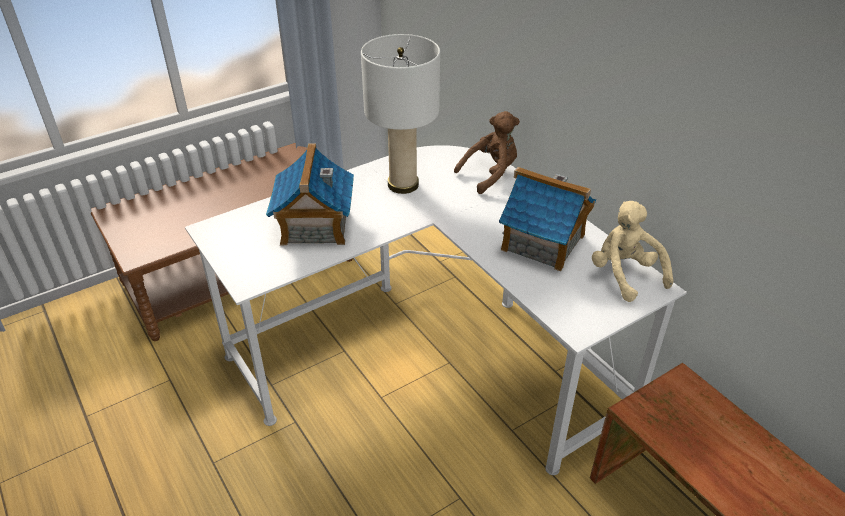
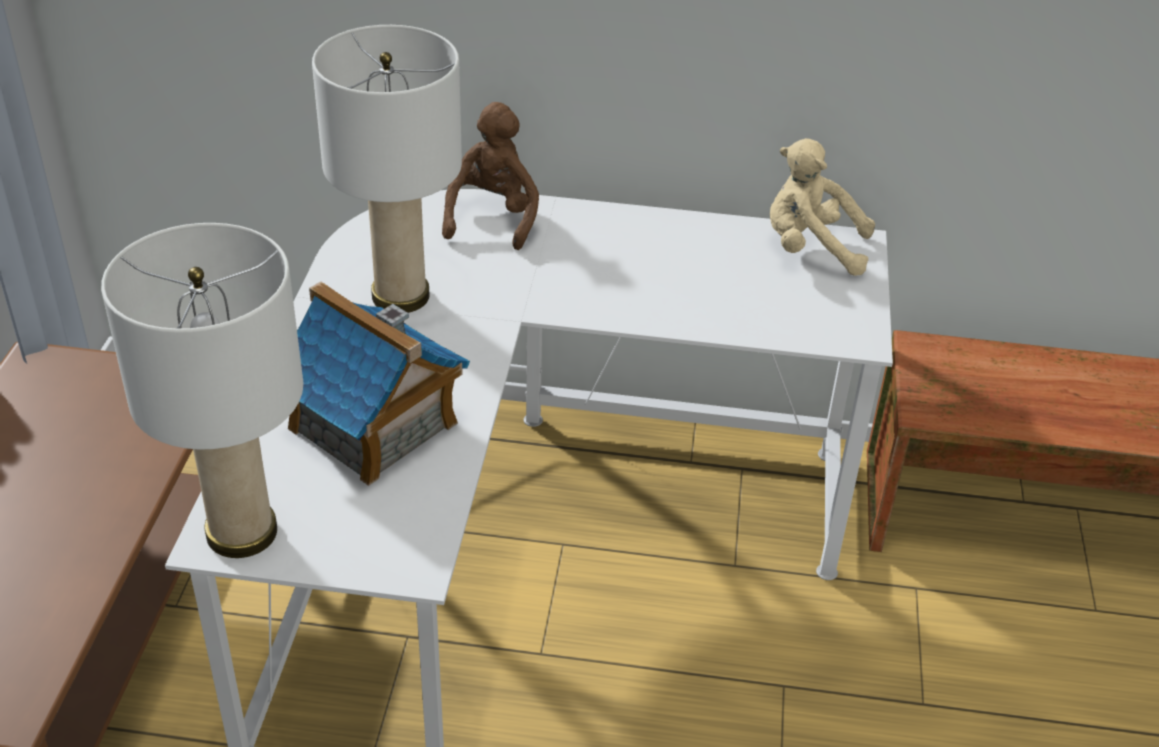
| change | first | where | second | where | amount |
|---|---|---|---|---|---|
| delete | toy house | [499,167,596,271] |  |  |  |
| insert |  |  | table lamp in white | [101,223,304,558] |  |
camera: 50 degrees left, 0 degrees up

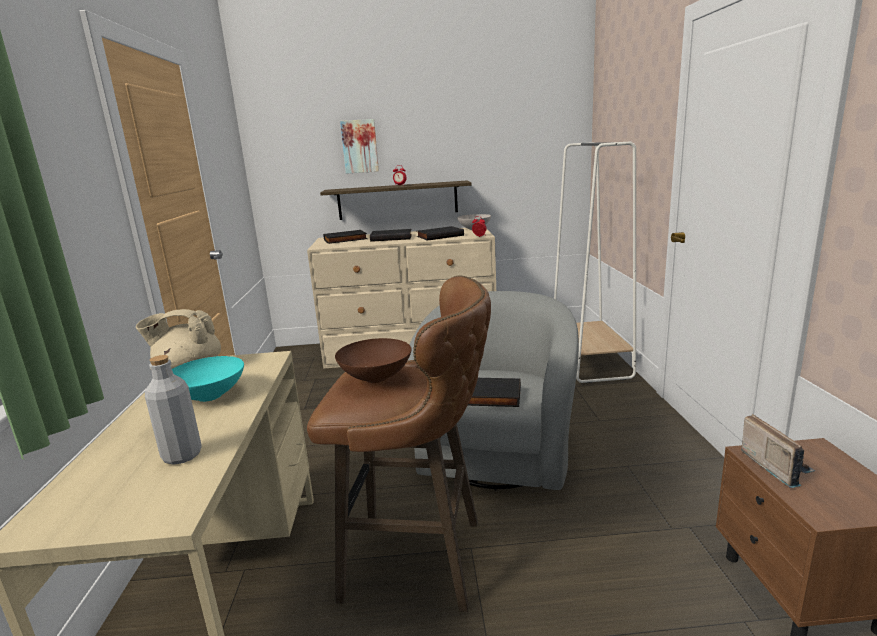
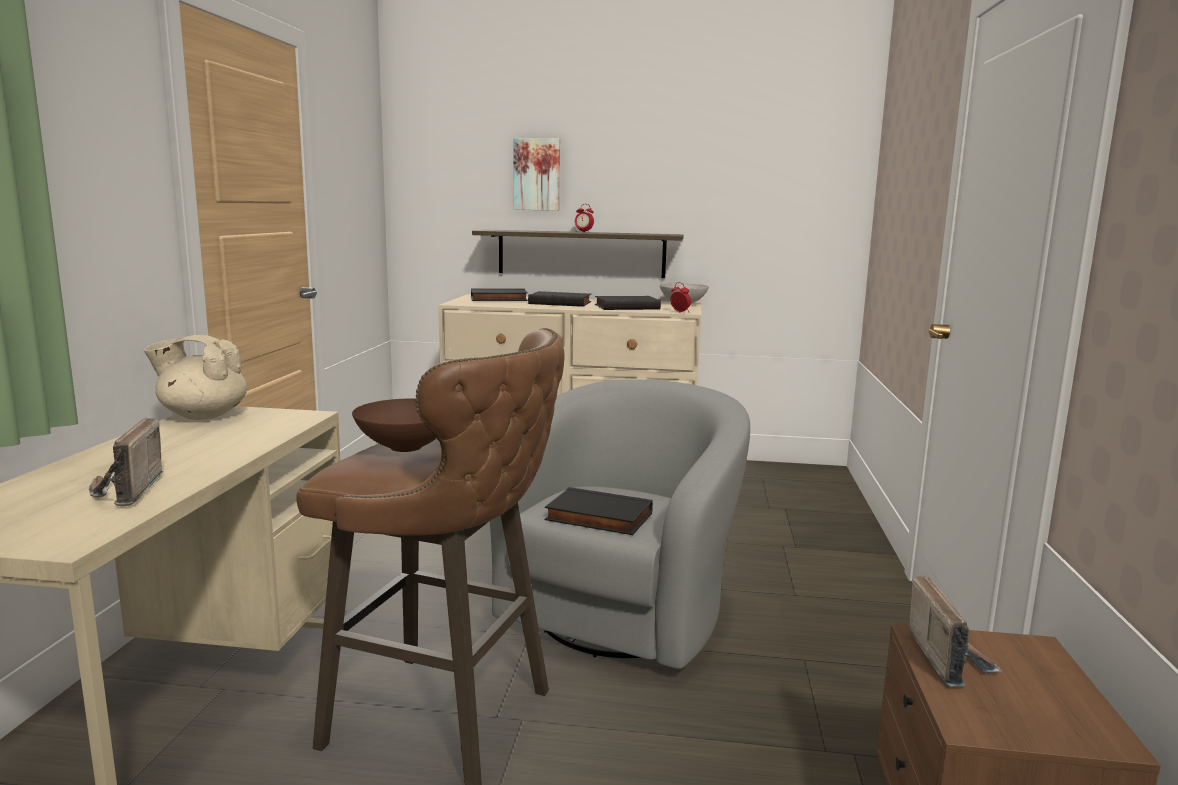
| change | first | where | second | where | amount |
|---|---|---|---|---|---|
| replace | bottle in grey | [145,355,202,465] | radio | [89,417,163,506] |  |
| delete | bowl in turquoise | [172,356,244,402] |  |  |  |
| delete | clothes rack | [554,142,636,383] |  |  |  |
camera: 10 degrees right, 5 degrees down

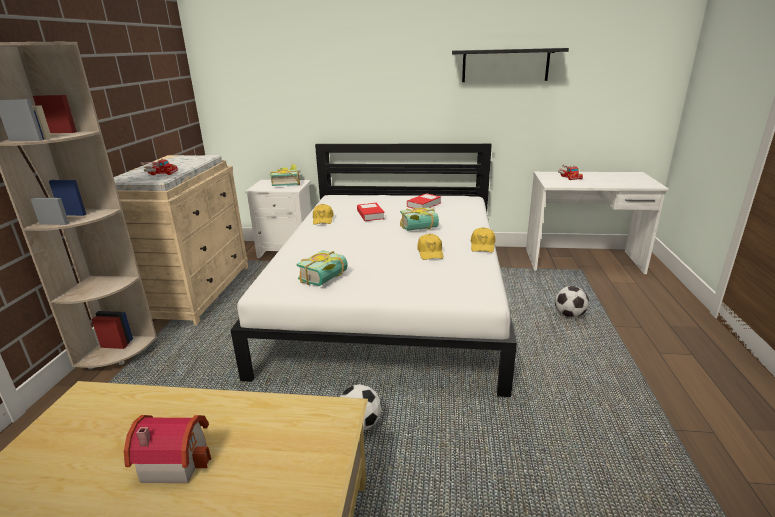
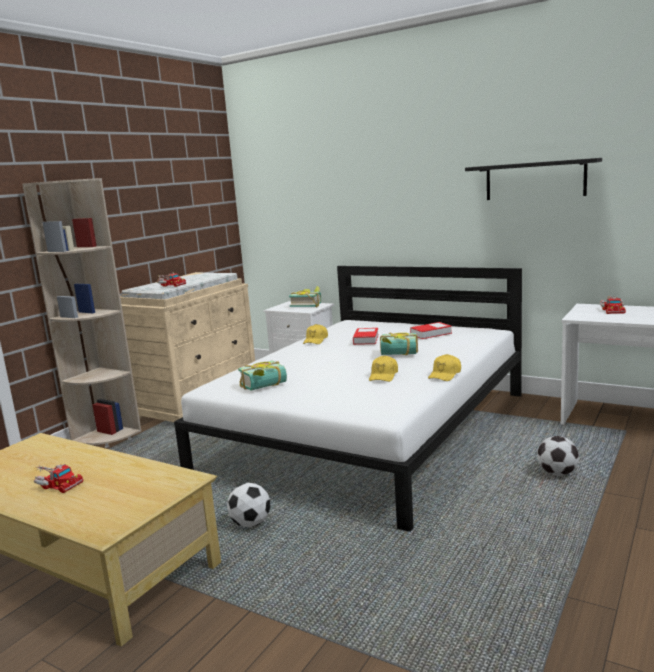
| change | first | where | second | where | amount |
|---|---|---|---|---|---|
| replace | toy house | [124,415,211,483] | toy truck | [34,464,84,493] |  |
camera: 25 degrees right, 10 degrees down

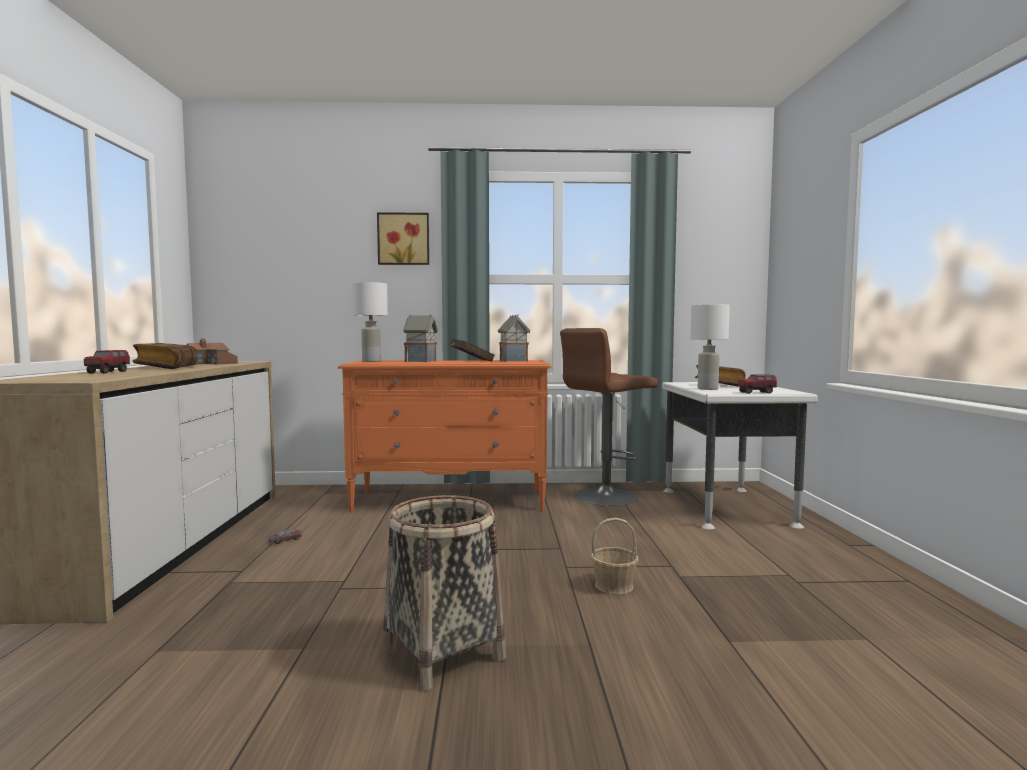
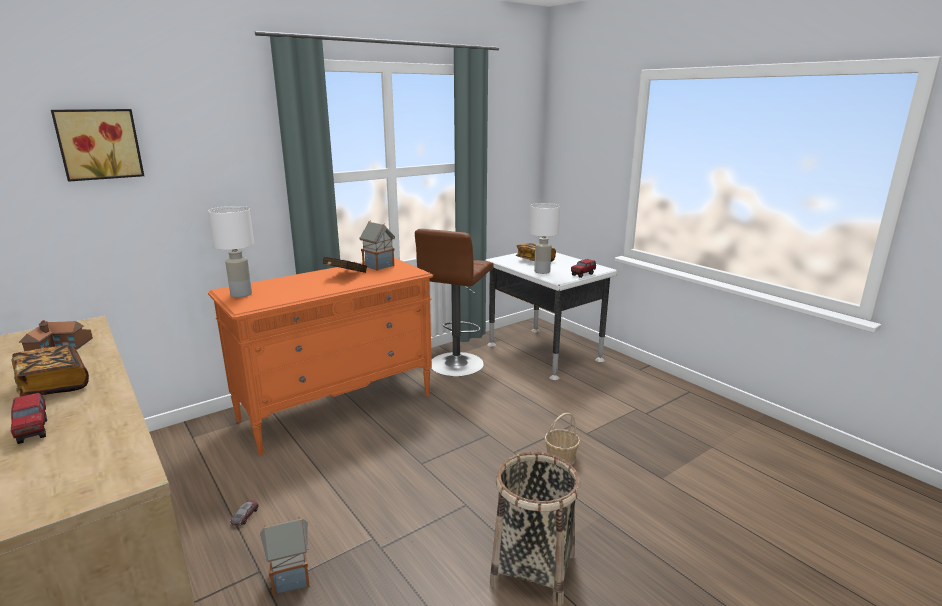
| change | first | where | second | where | amount |
|---|---|---|---|---|---|
| move | picture | [377,212,429,265] |  | [51,109,144,182] |  |
| move | toy house | [403,314,438,362] |  | [260,516,310,596] |  |
camera: 35 degrees left, 15 degrees up

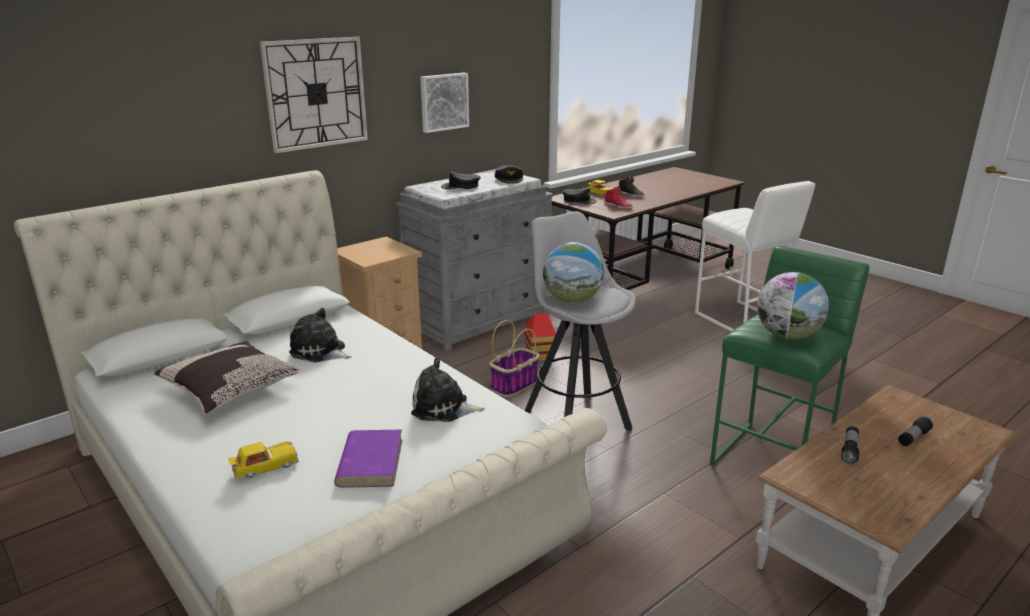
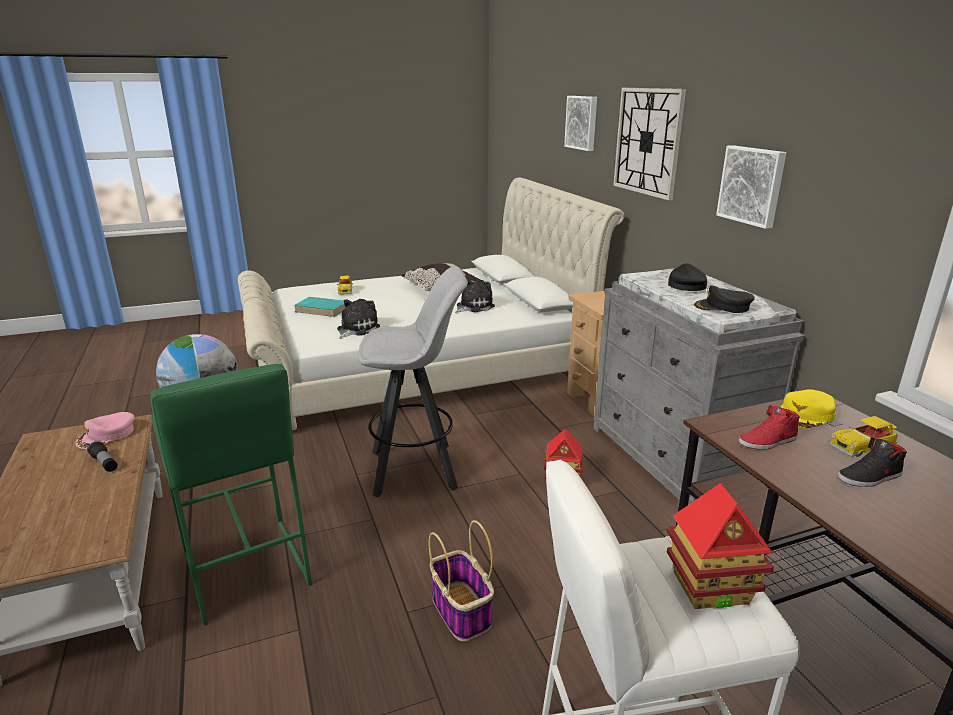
| change | first | where | second | where | amount |
|---|---|---|---|---|---|
| recolor | book in purple | [334,430,403,488] | book in turquoise | [294,297,346,317] |  |
| move | basket | [489,320,539,397] |  | [429,520,494,641] |  |
| delete | globe | [543,242,604,303] |  |  |  |
| recolor | cap in black | [562,188,596,204] | cap in yellow | [780,389,836,429] |  |
| delete | flashlight | [898,416,933,446] |  |  |  |
| insert |  |  | cap in pink | [75,412,135,449] |  |
| insert |  |  | picture | [564,96,597,151] |  |
| insert |  |  | toy house | [667,483,774,609] |  |
camera: 110 degrees right, 0 degrees up

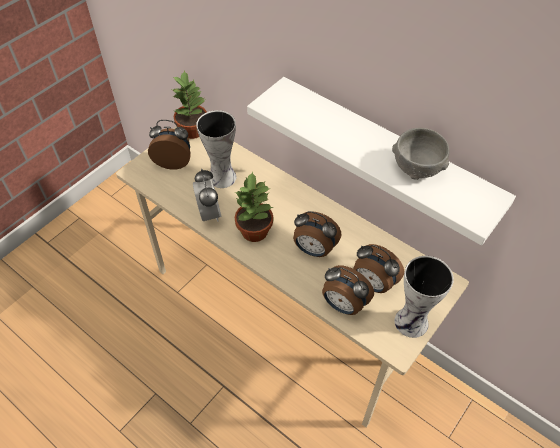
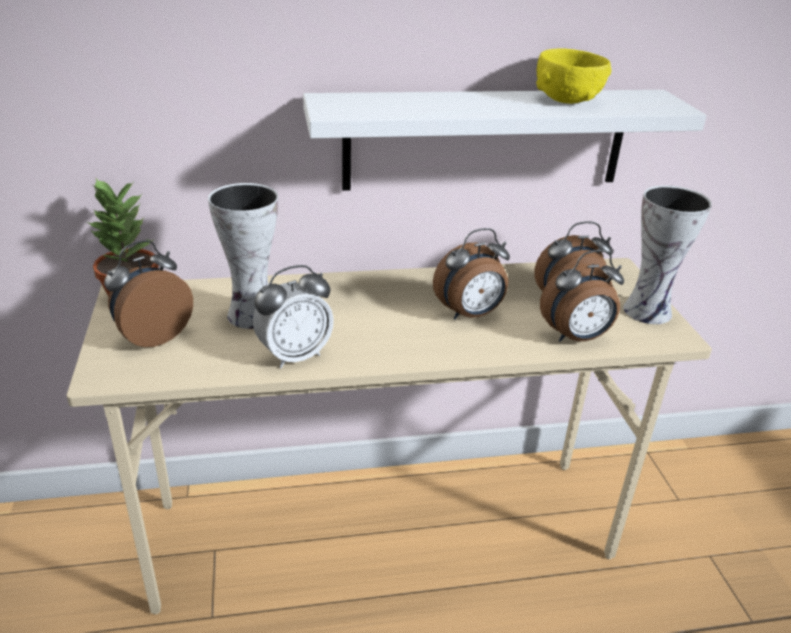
| change | first | where | second | where | amount |
|---|---|---|---|---|---|
| rotate | alarm clock | [193,169,221,222] |  | [253,265,334,368] | 120 degrees clockwise |
| delete | potted plant | [235,172,273,242] |  |  |  |
| recolor | bowl in grey | [392,128,449,180] | bowl in yellow | [536,48,611,104] |  |
camera: 50 degrees left, 20 degrees down

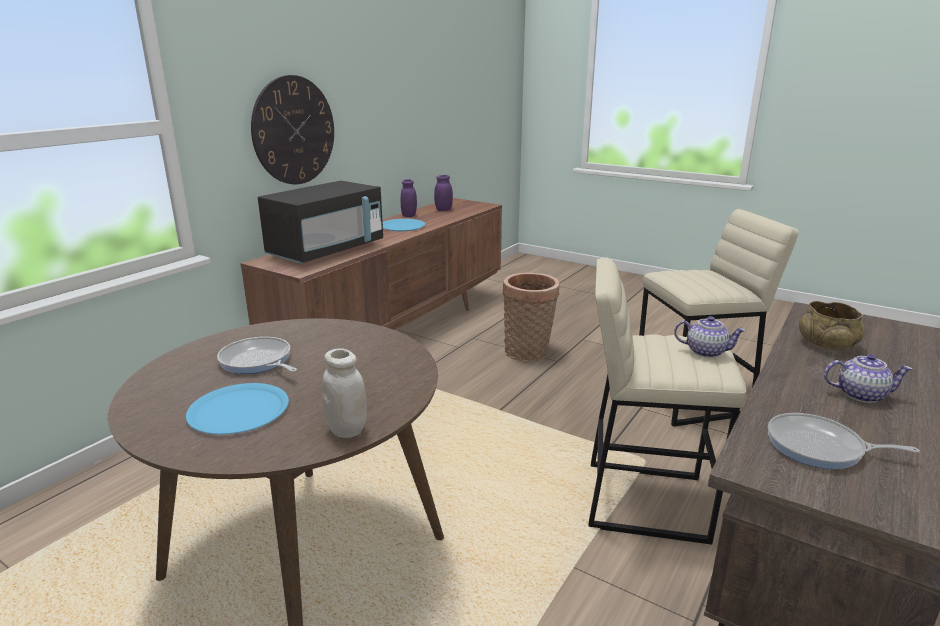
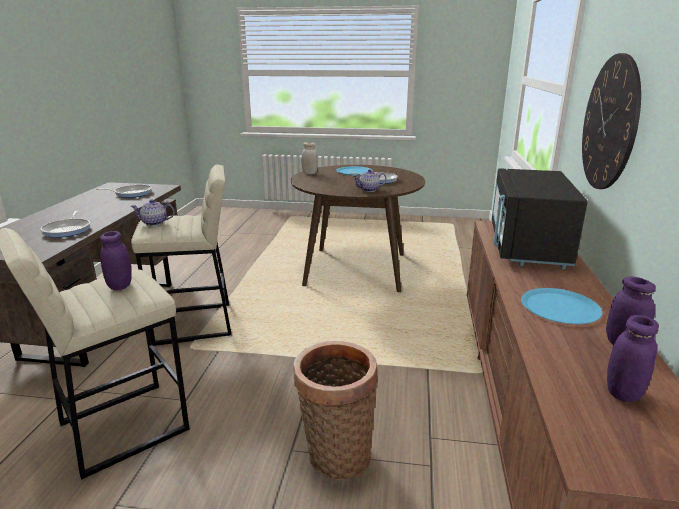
| change | first | where | second | where | amount |
|---|---|---|---|---|---|
| replace | bowl in beige | [799,301,865,350] | frying pan | [40,211,90,238] |  |
| move | teapot | [824,354,912,403] |  | [353,169,386,192] |  |
| insert |  |  | jar in purple | [100,231,132,290] |  |
camera: 155 degrees right, 0 degrees up

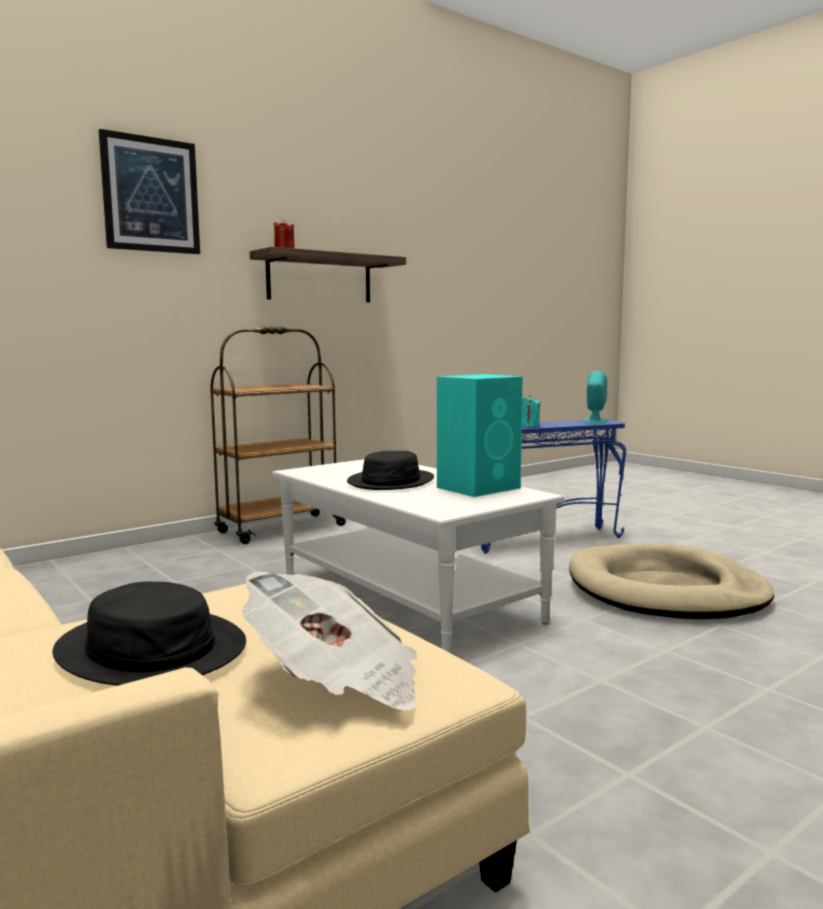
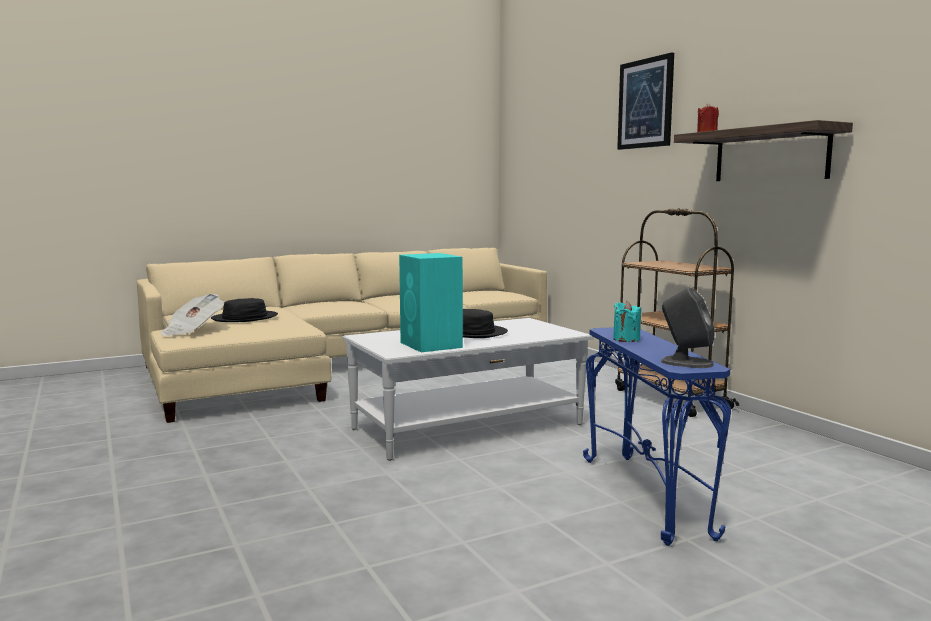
| change | first | where | second | where | amount |
|---|---|---|---|---|---|
| delete | dog bed in beige | [569,543,774,619] |  |  |  |
| recolor | speaker in turquoise | [583,371,607,424] | speaker in grey | [661,287,714,368] |  |
camera: 100 degrees right, 0 degrees up

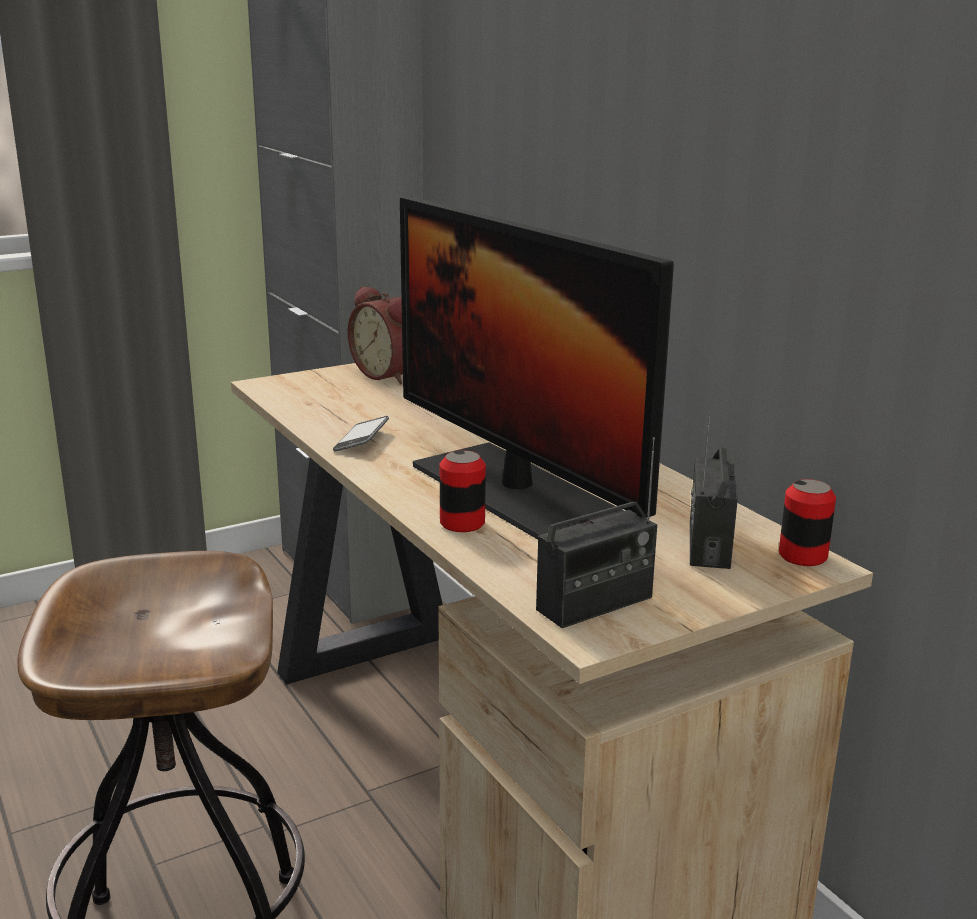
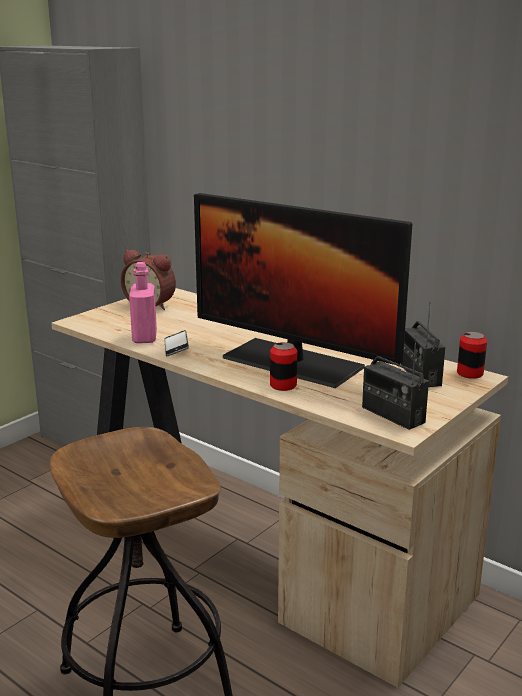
| change | first | where | second | where | amount |
|---|---|---|---|---|---|
| rotate | radio | [536,437,657,628] |  | [362,335,429,430] | 105 degrees clockwise |
| insert |  |  | bottle in pink | [129,262,157,343] |  |
camera: 20 degrees left, 0 degrees up

